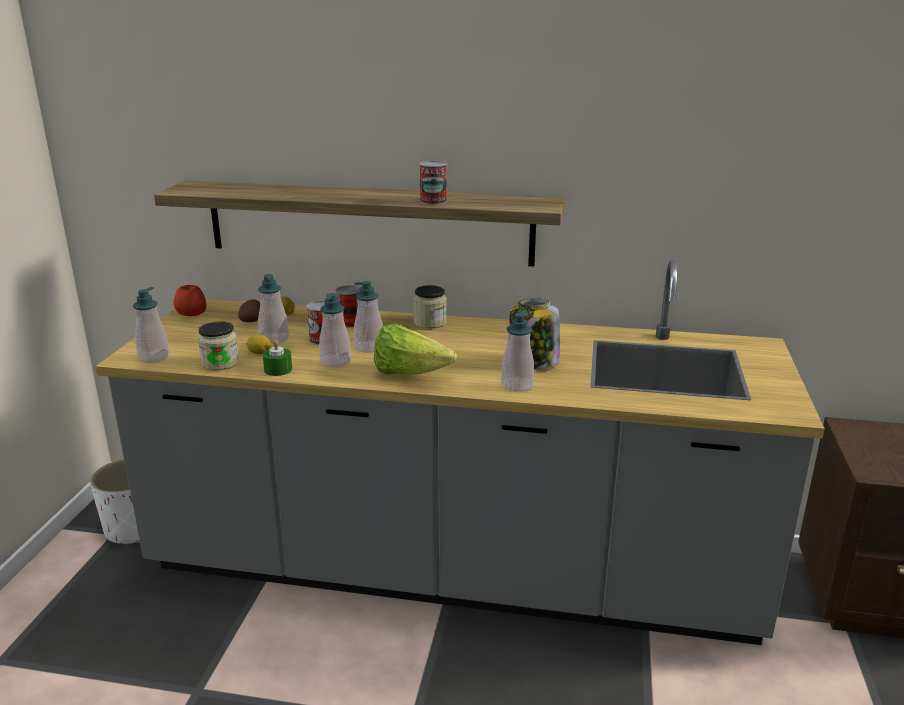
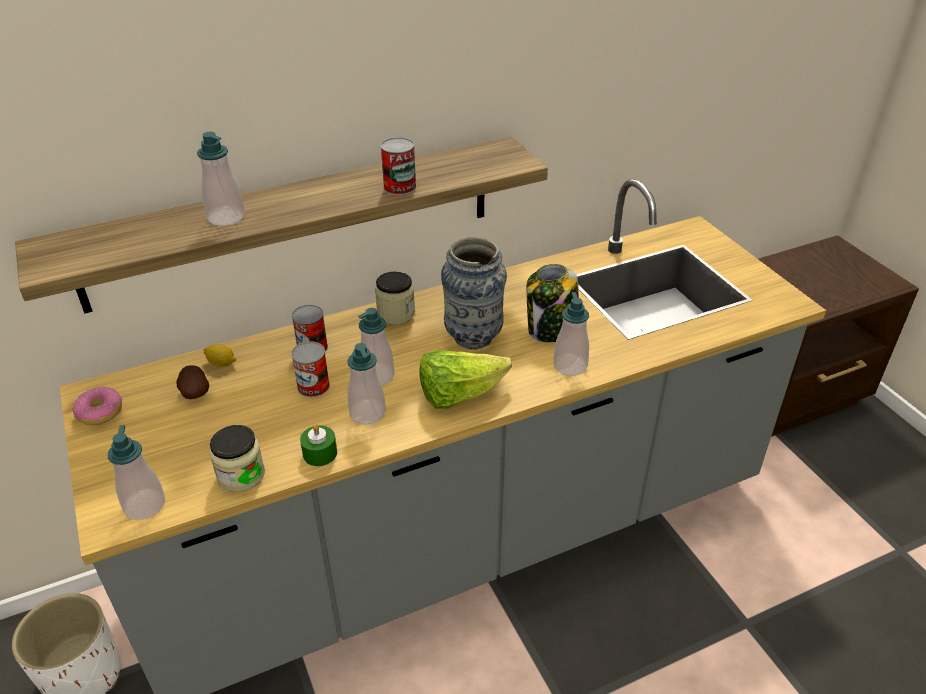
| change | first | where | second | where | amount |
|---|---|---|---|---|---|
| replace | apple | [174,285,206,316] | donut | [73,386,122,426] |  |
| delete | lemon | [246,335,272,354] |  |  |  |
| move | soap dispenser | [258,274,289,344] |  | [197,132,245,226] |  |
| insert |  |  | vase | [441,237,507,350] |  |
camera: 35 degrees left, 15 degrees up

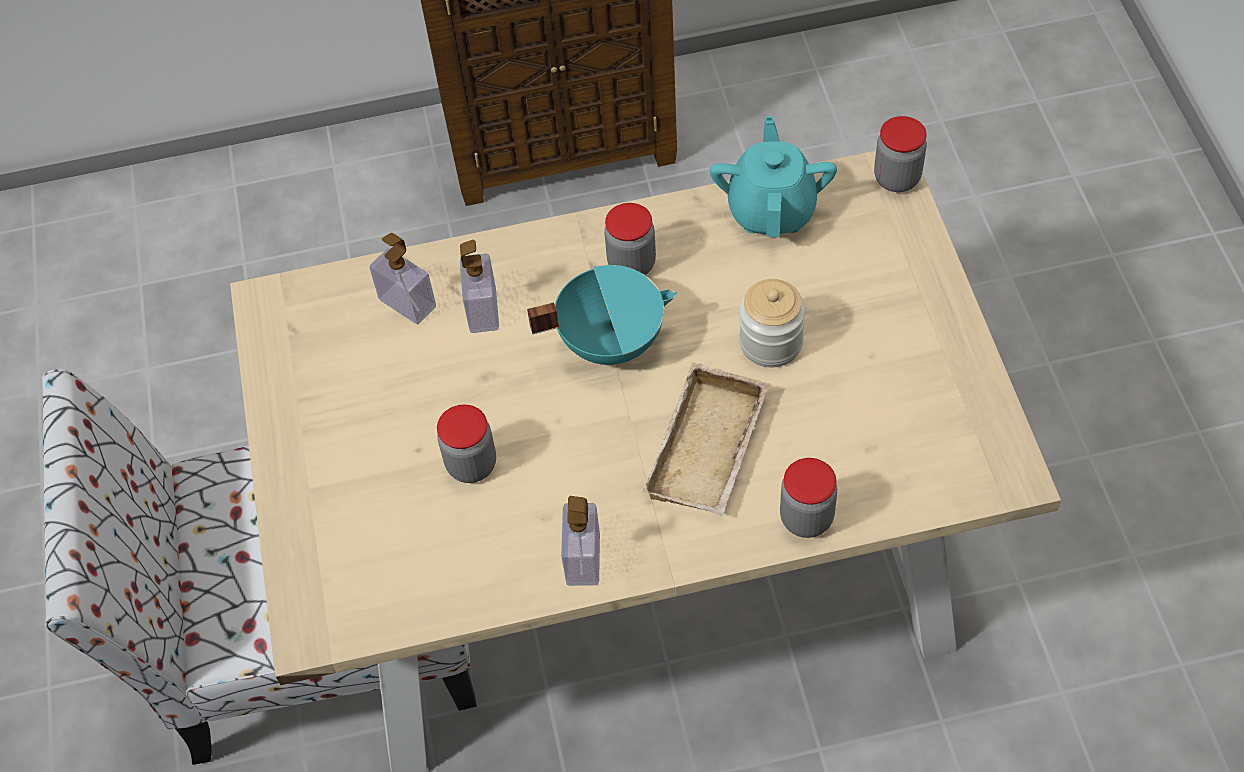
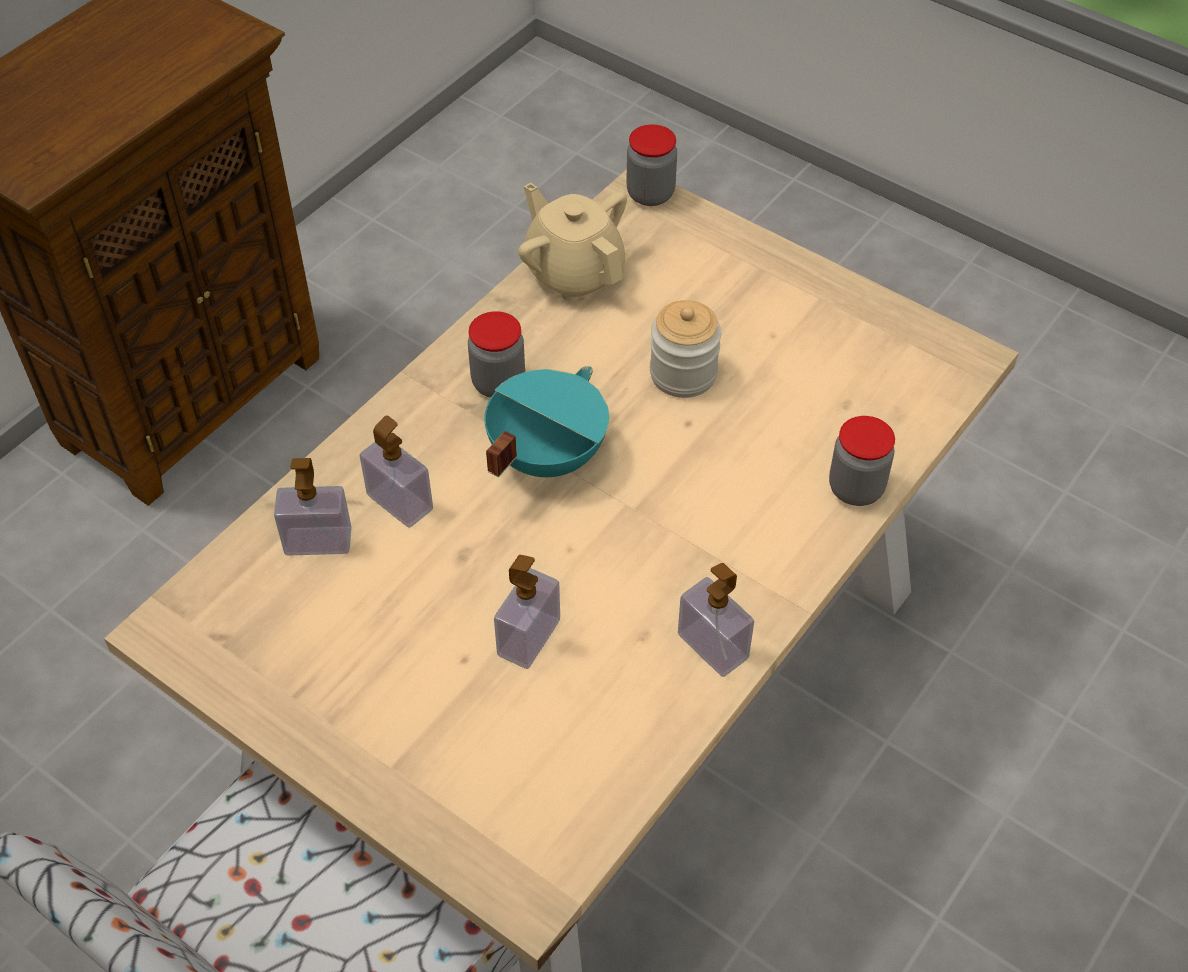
| change | first | where | second | where | amount |
|---|---|---|---|---|---|
| replace | jar | [437,404,496,483] | soap dispenser | [494,555,560,669] |  |
| delete | tray in beige | [643,362,769,516] |  |  |  |
| recolor | teapot in turquoise | [710,116,837,237] | teapot in beige | [518,183,627,301] |  |
camera: 45 degrees left, 5 degrees down

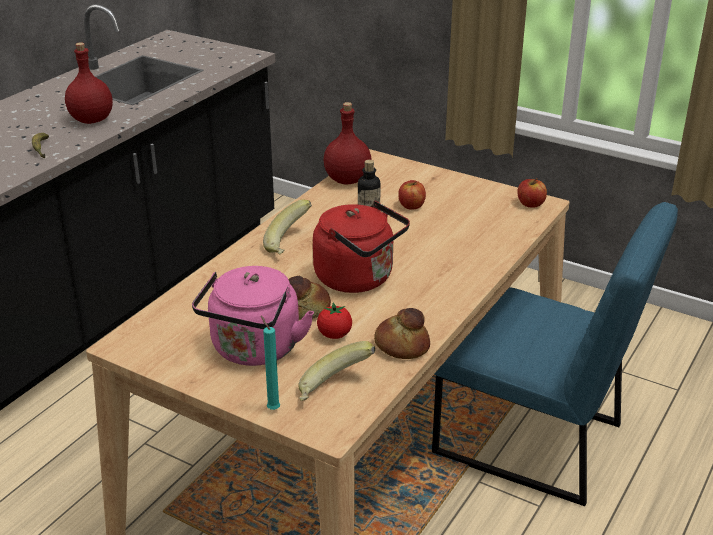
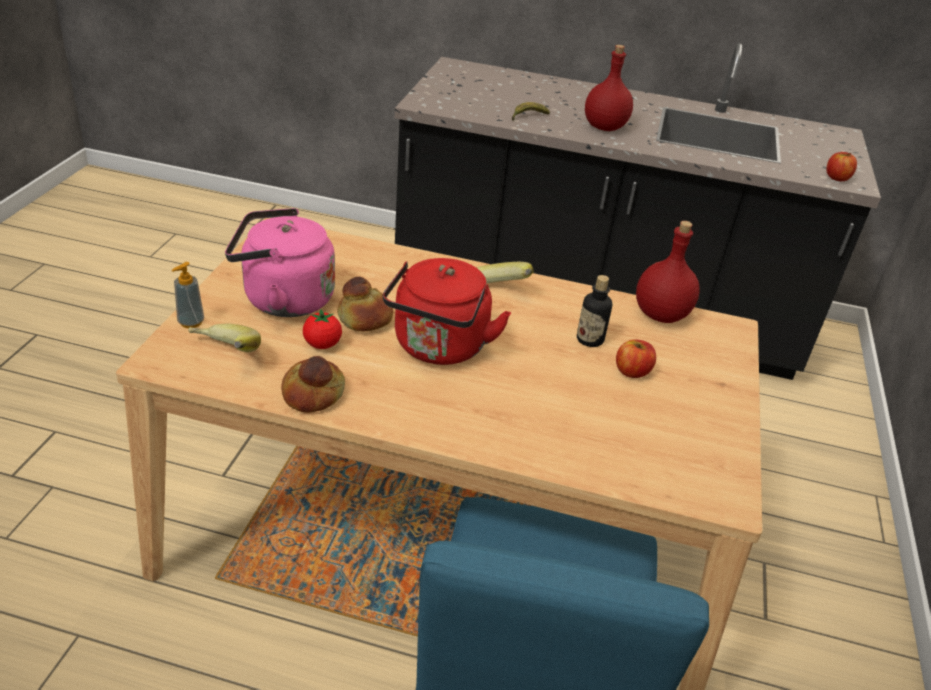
| change | first | where | second | where | amount |
|---|---|---|---|---|---|
| replace | candle in turquoise | [261,316,280,410] | soap dispenser | [172,262,204,328] |  |
| move | apple | [517,178,547,208] |  | [826,152,857,181] |  |
camera: 70 degrees right, 5 degrees up

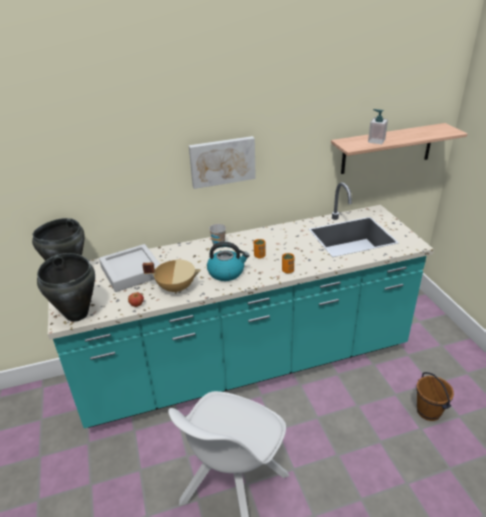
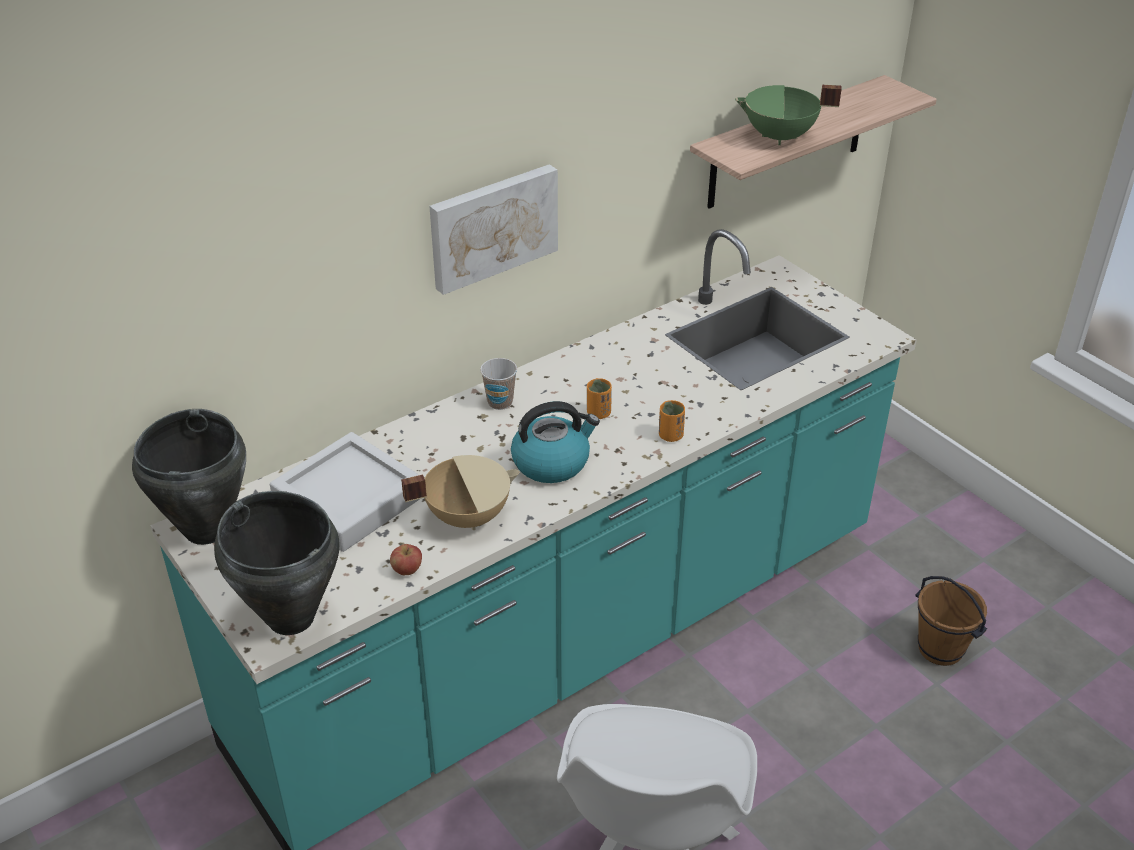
| change | first | where | second | where | amount |
|---|---|---|---|---|---|
| replace | soap dispenser | [368,109,388,144] | cooking pot in green | [735,85,842,145] |  |
camera: 20 degrees left, 5 degrees up

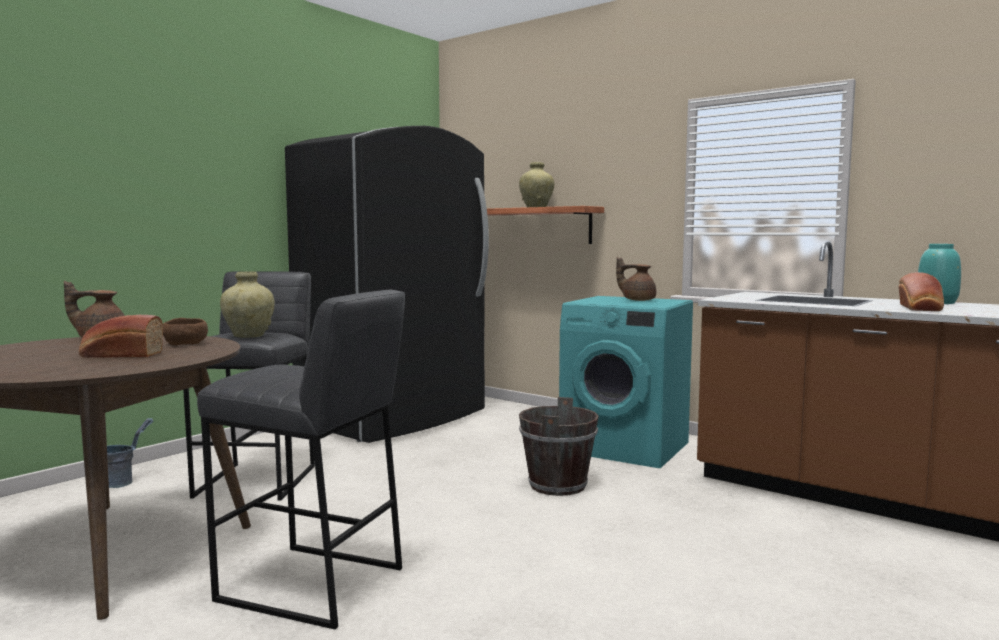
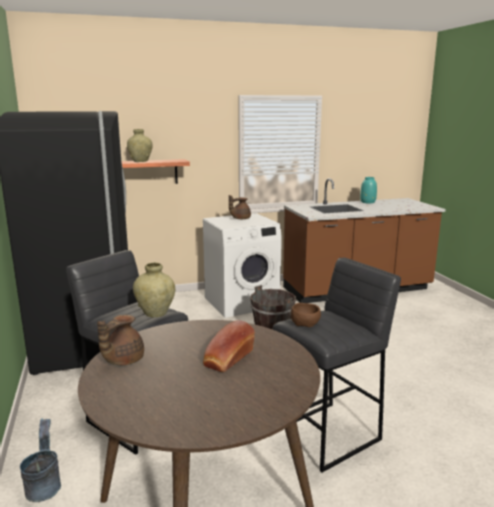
| change | first | where | second | where | amount |
|---|---|---|---|---|---|
| move | bowl in brown | [163,318,208,345] |  | [291,303,321,327] |  |
| recolor | washing machine in turquoise | [559,296,693,468] | washing machine in white | [203,213,282,318] |  |
| delete | bread | [899,272,944,311] |  |  |  |
camera: 55 degrees left, 10 degrees up

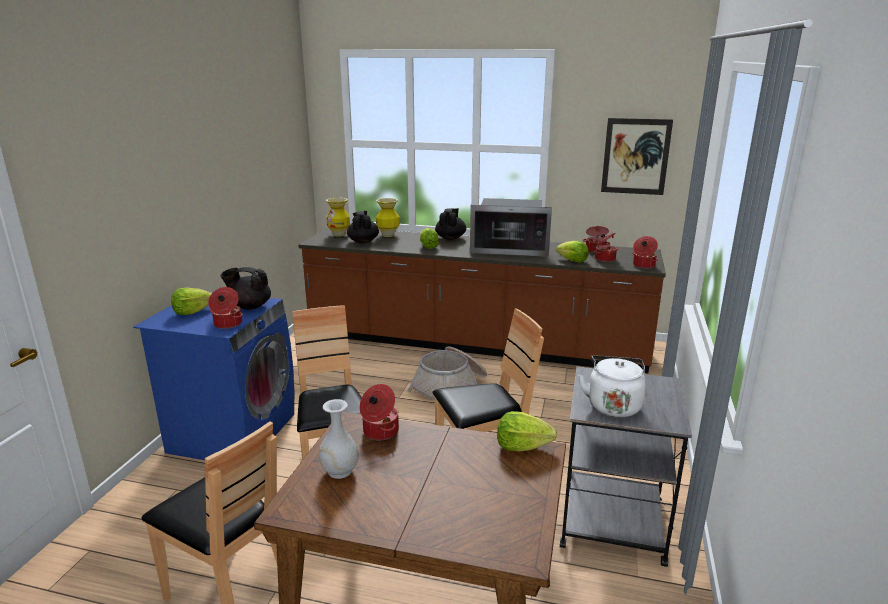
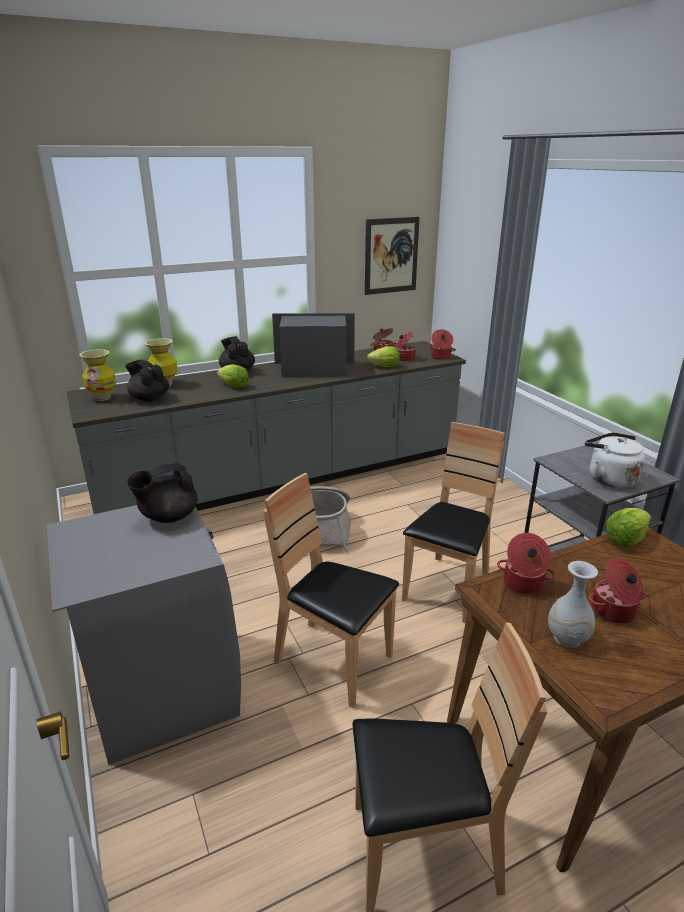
| change | first | where | second | where | amount |
|---|---|---|---|---|---|
| recolor | washing machine in blue | [133,292,294,460] | washing machine in grey | [47,505,241,765] |  |
| delete | lettuce | [171,288,212,315] |  |  |  |
| move | cooking pot | [208,287,243,329] |  | [589,558,645,624] |  |
| recolor | counter in brown | [298,227,666,373] | counter in grey | [67,341,466,514] |  |
| rotate | microwave | [470,198,552,257] |  | [272,313,355,377] | 150 degrees counterclockwise |
camera: 40 degrees left, 5 degrees up

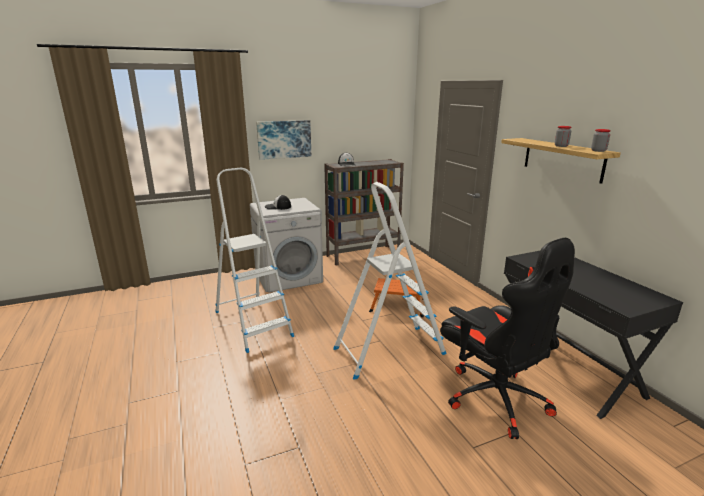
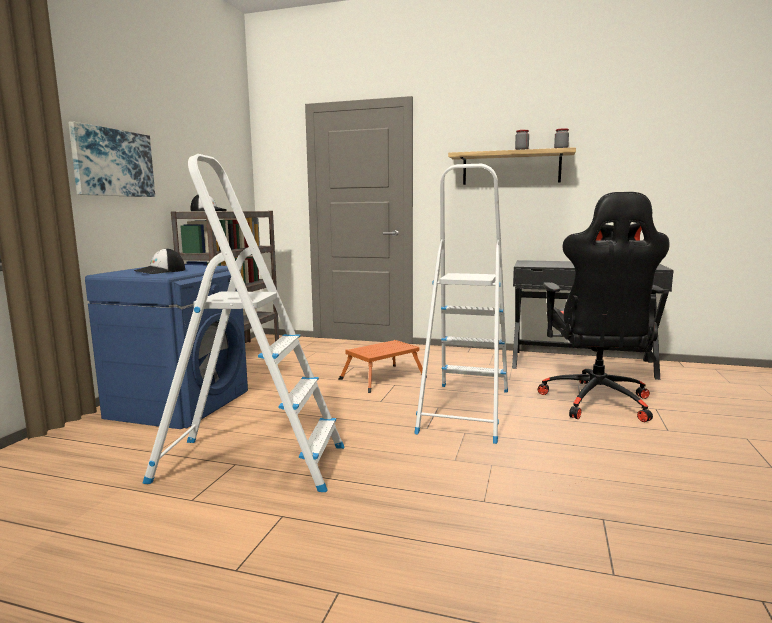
| change | first | where | second | where | amount |
|---|---|---|---|---|---|
| recolor | washing machine in white | [250,198,323,293] | washing machine in blue | [85,265,248,429] |  |
| rotate | office chair in black | [440,238,575,439] |  | [538,192,670,422] | 90 degrees clockwise |
camera: 50 degrees left, 10 degrees down

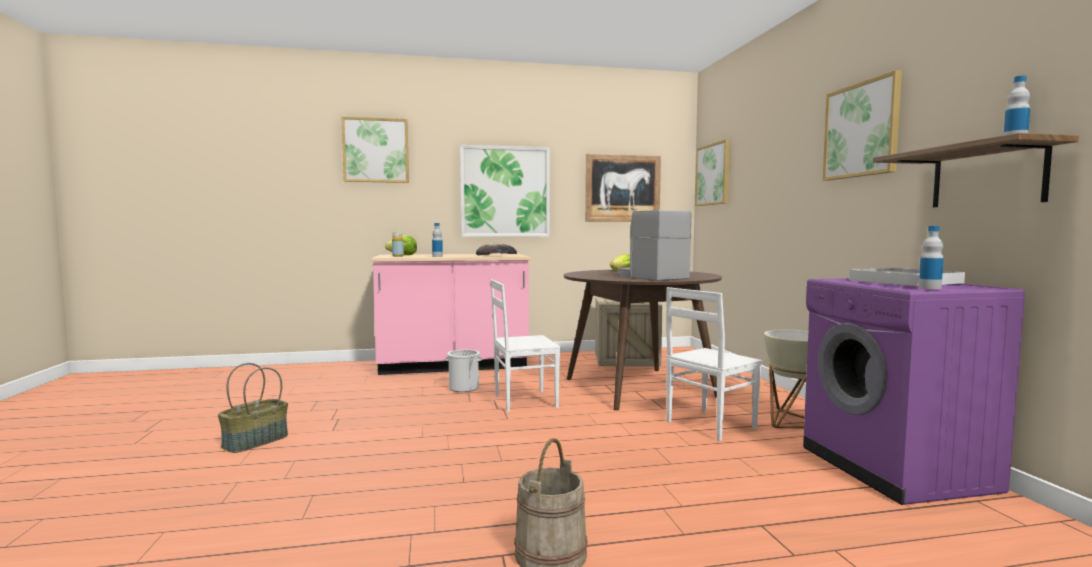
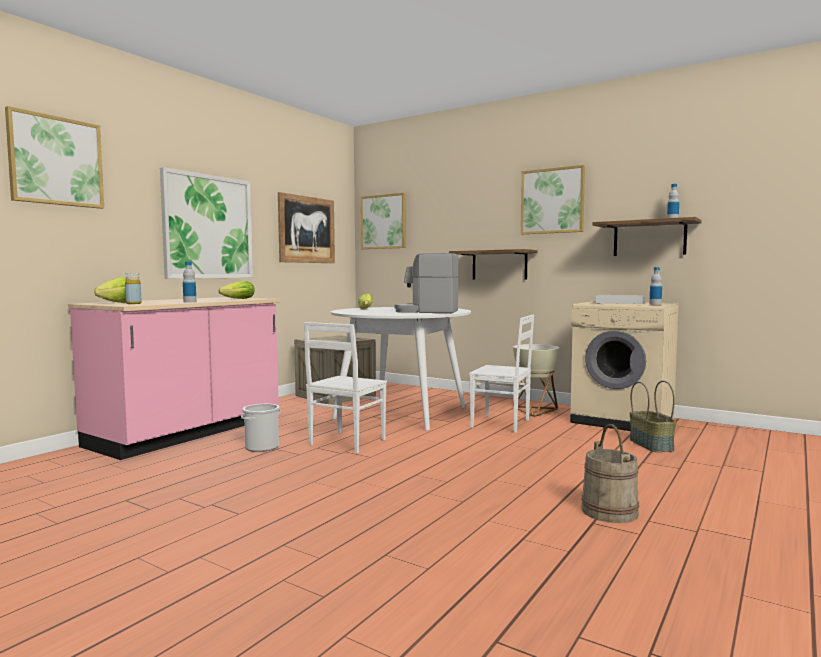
| change | first | where | second | where | amount |
|---|---|---|---|---|---|
| move | basket | [218,363,288,453] |  | [630,381,677,452] |  |
| replace | bread | [476,243,517,255] | lettuce | [218,281,255,299] |  |
| recolor | dining table in brown | [563,270,722,410] | dining table in white | [331,307,471,431] |  |
| rotate | chair in white | [666,287,762,441] |  | [469,315,534,433] | 75 degrees counterclockwise |
| recolor | washing machine in purple | [803,278,1025,505] | washing machine in beige | [570,301,679,431] |  |
| insert |  |  | shelf | [449,249,538,280] |  |
camera: 45 degrees left, 0 degrees up

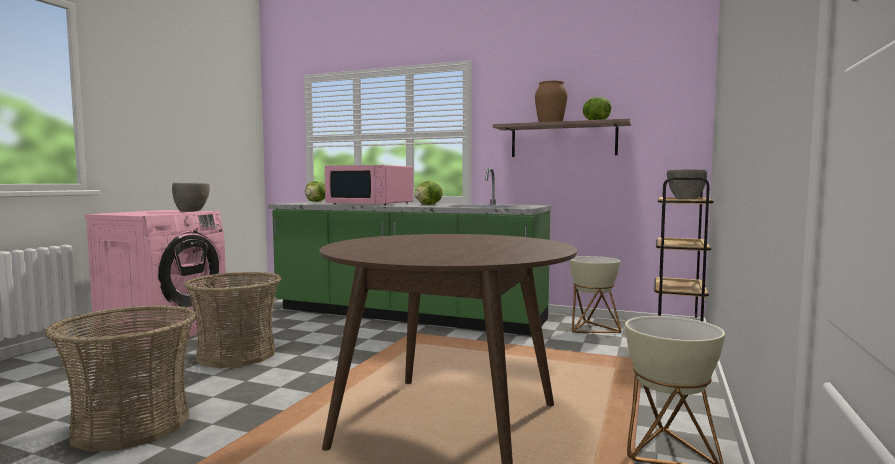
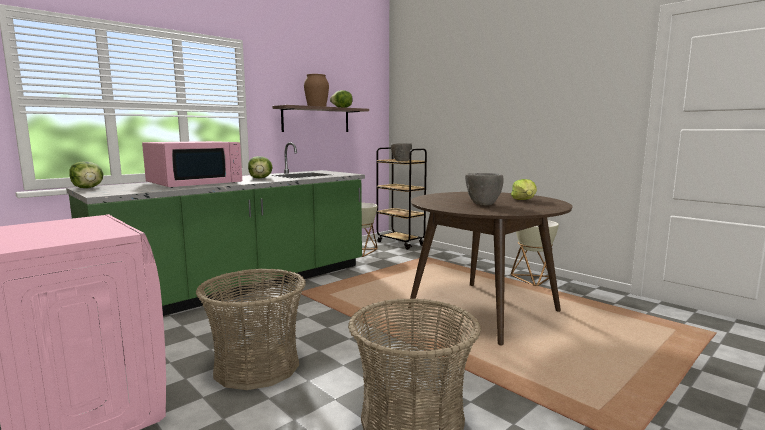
| change | first | where | second | where | amount |
|---|---|---|---|---|---|
| move | bowl in grey | [172,183,210,212] |  | [465,173,503,206] |  |
| insert |  |  | lettuce | [511,179,537,200] |  |
camera: 65 degrees left, 5 degrees up

